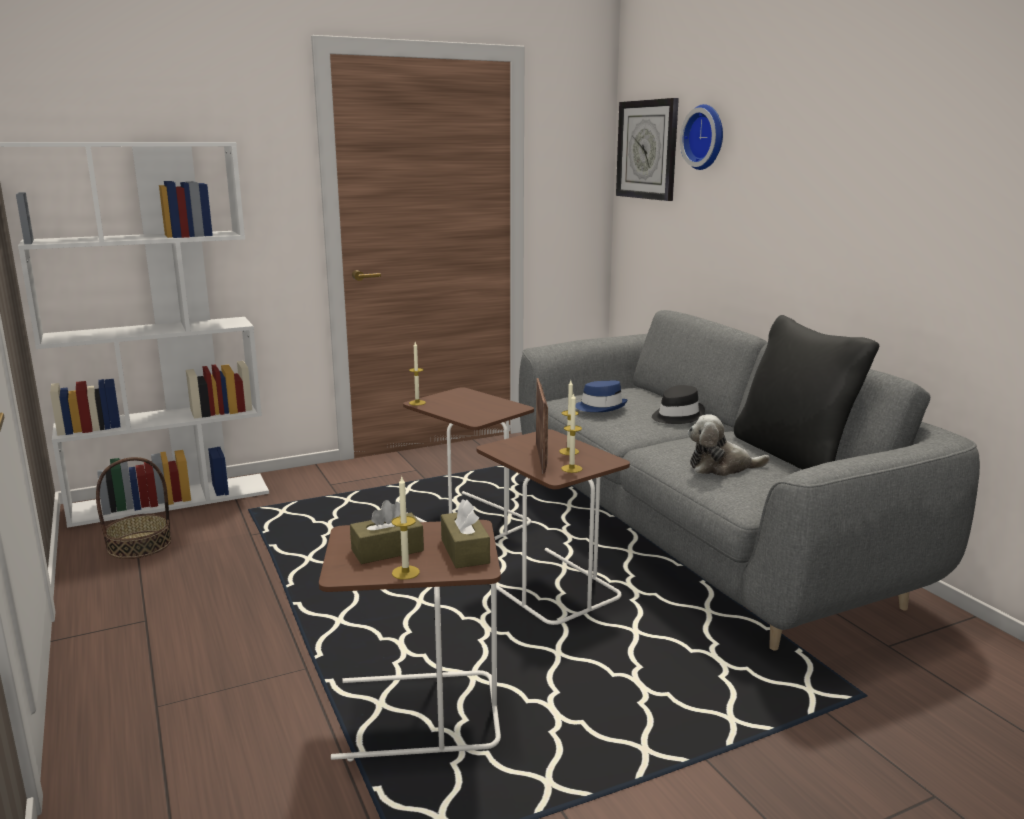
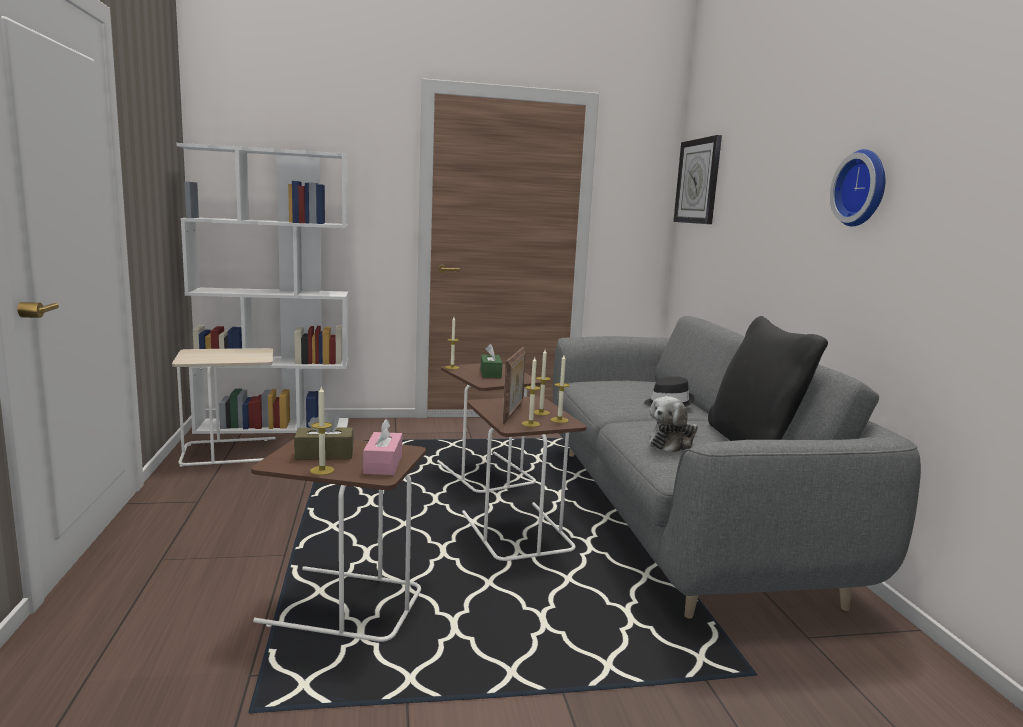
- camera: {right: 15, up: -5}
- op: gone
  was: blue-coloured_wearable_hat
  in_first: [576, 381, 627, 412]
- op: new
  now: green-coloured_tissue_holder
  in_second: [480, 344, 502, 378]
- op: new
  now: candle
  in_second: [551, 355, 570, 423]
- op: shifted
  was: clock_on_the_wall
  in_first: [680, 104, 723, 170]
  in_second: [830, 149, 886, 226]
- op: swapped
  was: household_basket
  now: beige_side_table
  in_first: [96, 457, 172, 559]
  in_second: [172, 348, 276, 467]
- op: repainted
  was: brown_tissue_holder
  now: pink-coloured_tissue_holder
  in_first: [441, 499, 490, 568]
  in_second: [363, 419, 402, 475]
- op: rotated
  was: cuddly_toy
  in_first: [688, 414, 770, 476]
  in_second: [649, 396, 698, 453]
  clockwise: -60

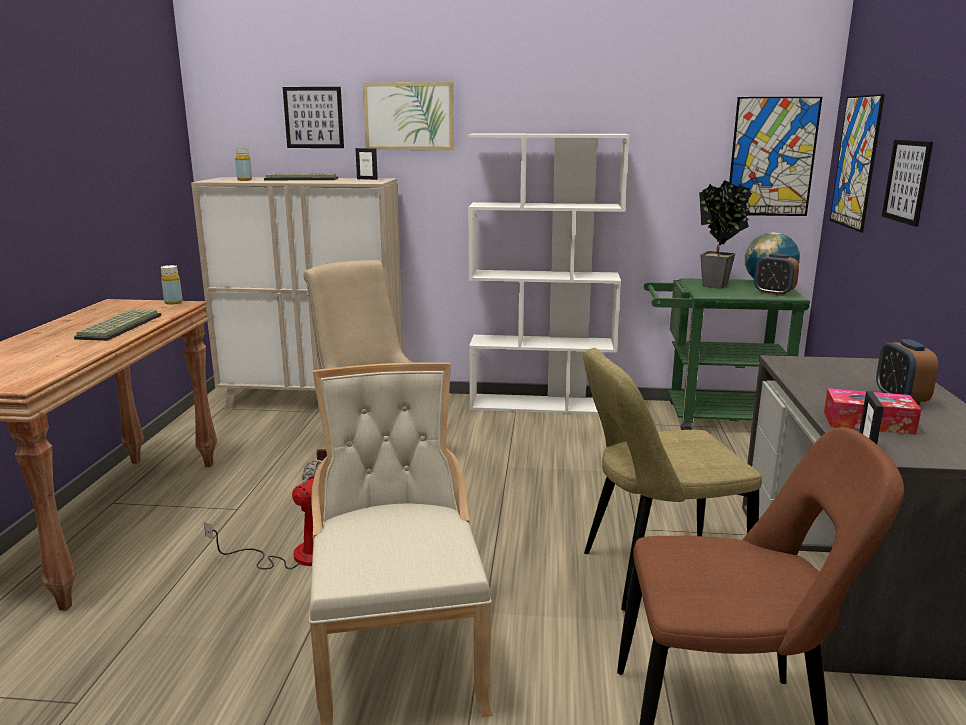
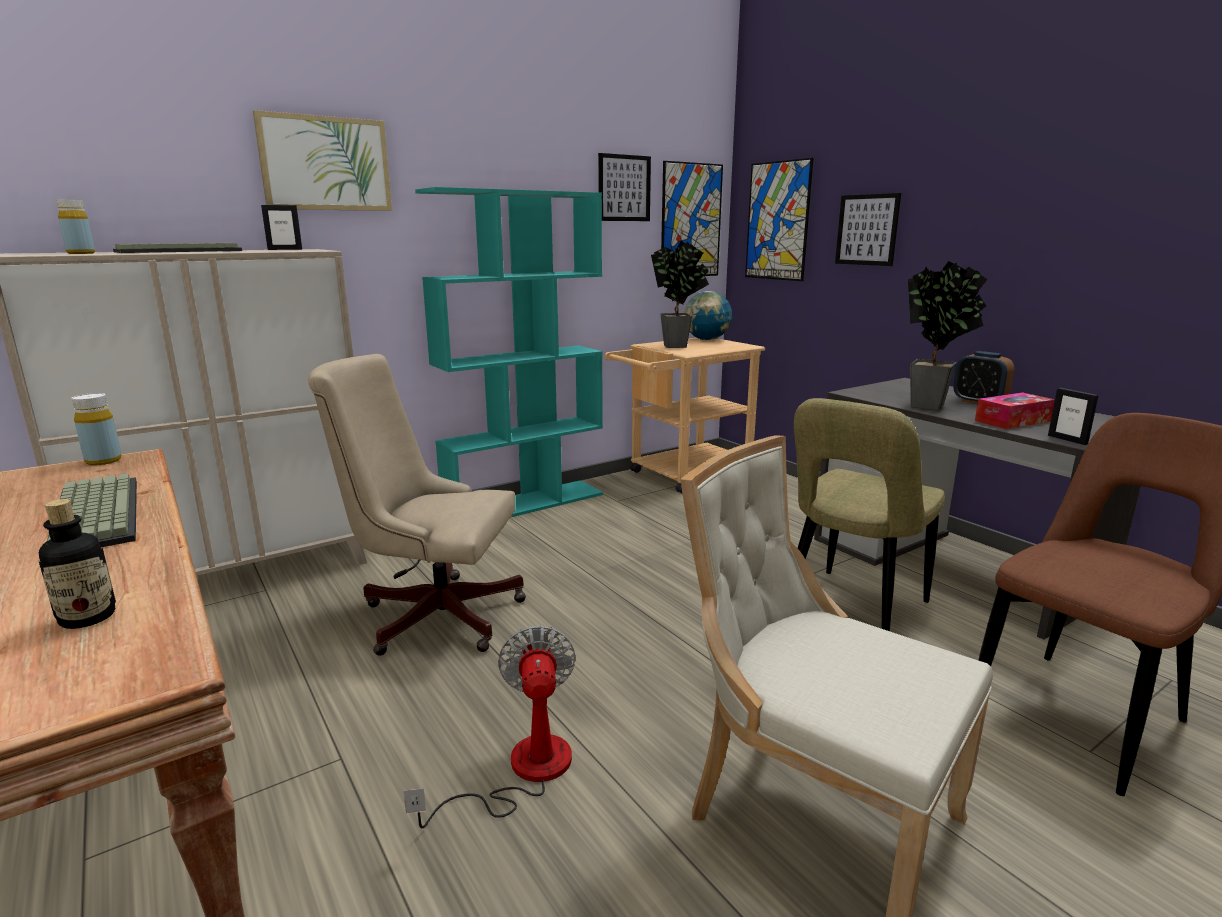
- camera: {right: -40, up: 0}
- op: gone
  was: bedside_clock
  in_first: [754, 253, 799, 296]
- op: new
  now: drink_bottle
  in_second: [39, 499, 116, 629]
- op: new
  now: plant_in_a_pot
  in_second: [908, 261, 988, 410]
- op: shifted
  was: wall_picture
  in_first: [283, 87, 344, 148]
  in_second: [598, 153, 651, 221]
- op: repainted
  was: white_bookcase
  now: blue-green_bookcase
  in_first: [468, 134, 630, 415]
  in_second: [415, 187, 603, 517]
- op: repainted
  was: green-coloured_trolley
  now: beige_trolley
  in_first: [644, 278, 810, 430]
  in_second: [604, 338, 765, 494]

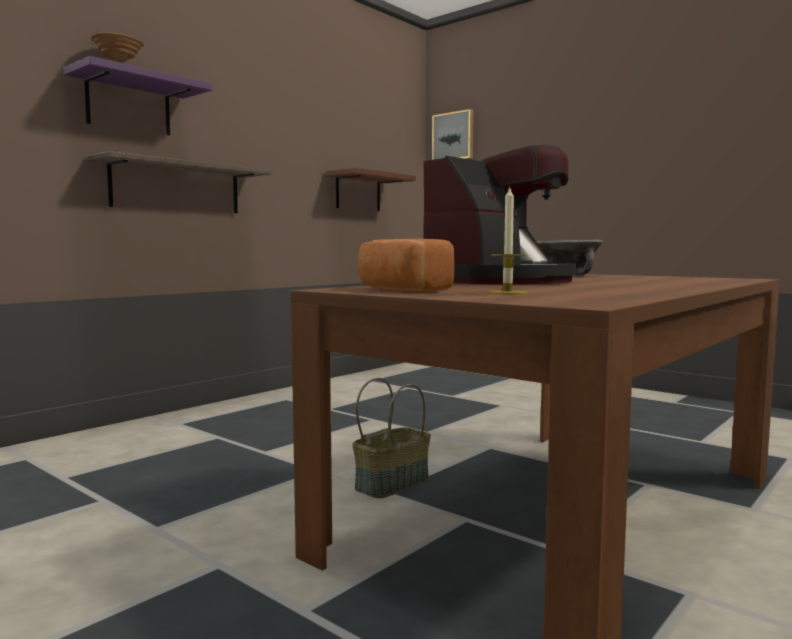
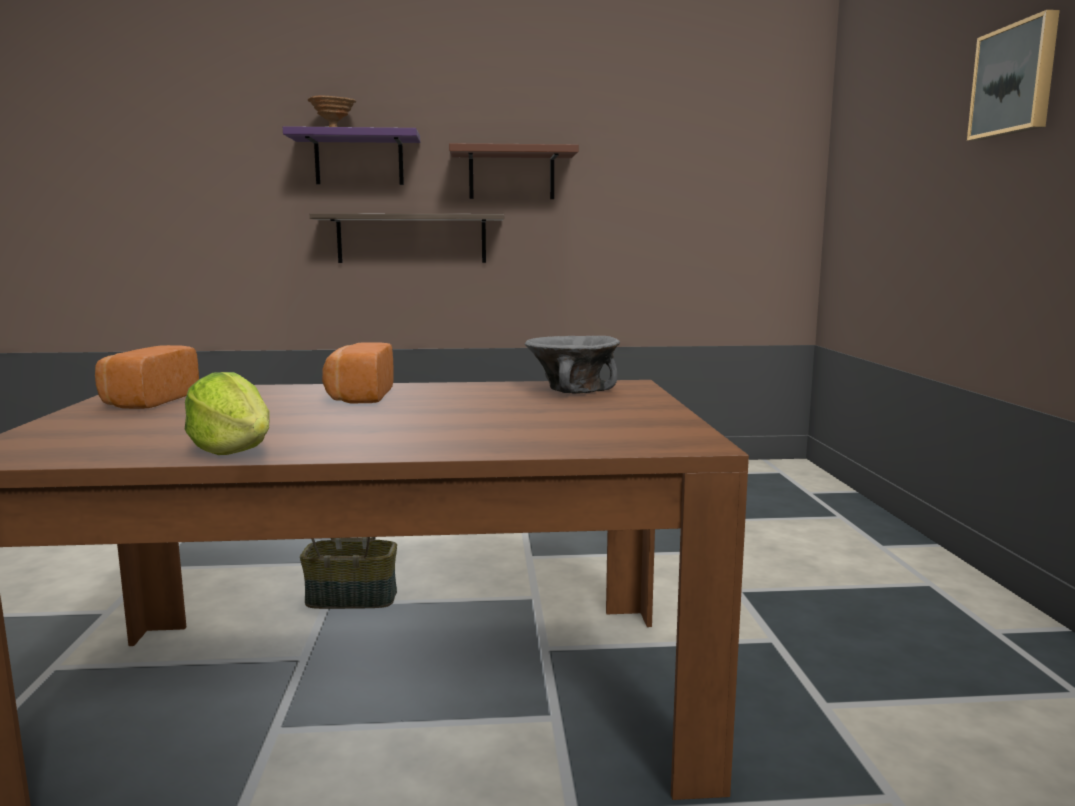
- camera: {right: 45, up: 5}
- op: gone
  was: candle
  in_first: [488, 185, 528, 294]
- op: new
  now: head_of_lettuce
  in_second: [185, 372, 270, 455]
- op: shifted
  was: brown_bracket_shelf
  in_first: [326, 167, 416, 211]
  in_second: [449, 143, 578, 199]
- op: shifted
  was: wall_picture
  in_first: [432, 109, 474, 160]
  in_second: [967, 10, 1060, 141]
- op: swapped
  was: coffee_maker
  now: bread
  in_first: [423, 145, 577, 285]
  in_second: [322, 342, 394, 403]

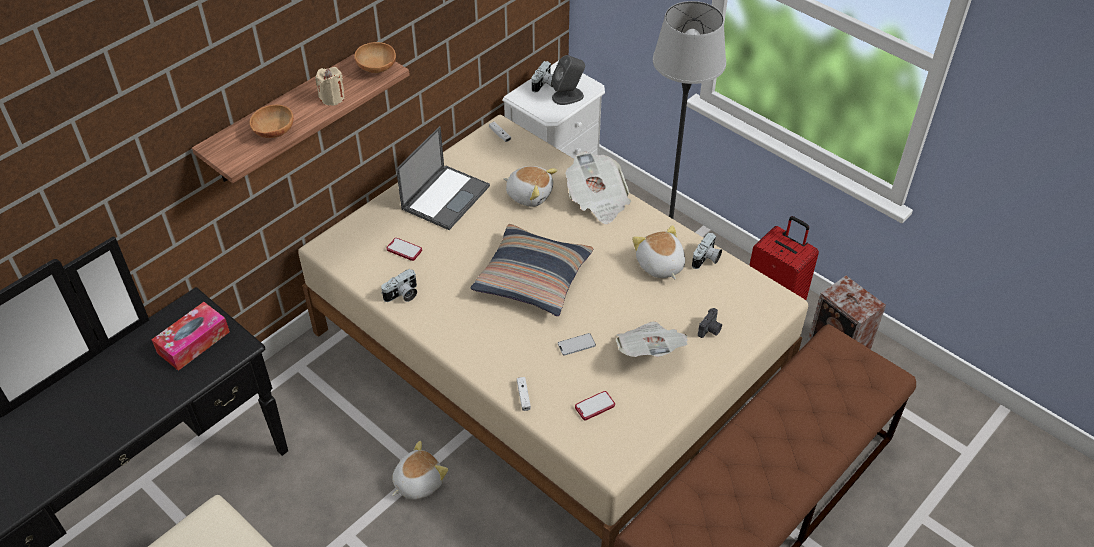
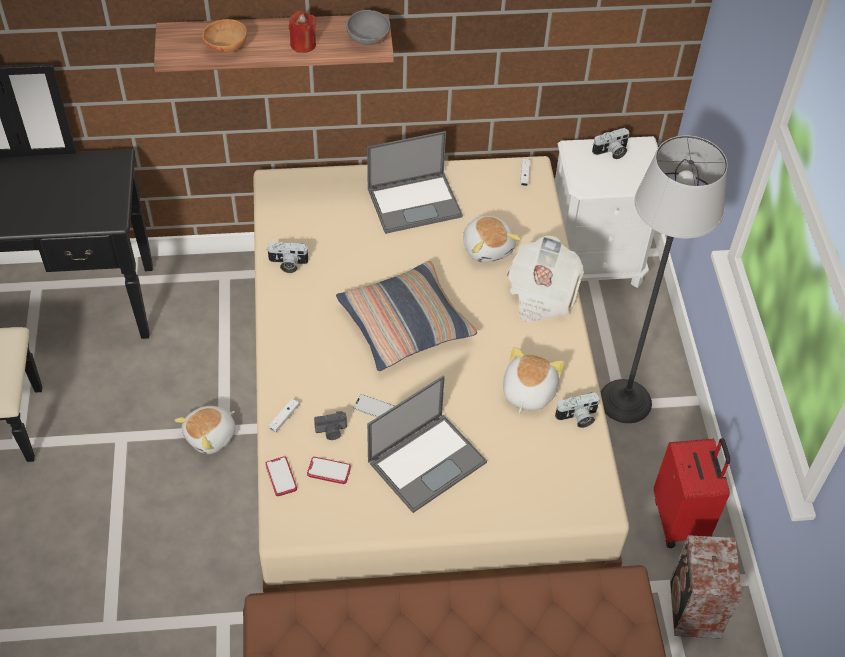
- camera: {right: 40, up: 5}
- op: gone
  was: tissue_holder
  in_first: [151, 302, 230, 371]
- op: gone
  was: greyish_audio_speaker
  in_first: [552, 55, 585, 105]
- op: shifted
  was: phone
  in_first: [387, 238, 422, 261]
  in_second: [265, 456, 297, 496]
- op: shifted
  was: still_camera
  in_first: [698, 308, 722, 338]
  in_second: [314, 411, 347, 440]
- op: swapped
  was: newspaper
  now: notebook_computer
  in_first: [616, 322, 688, 357]
  in_second: [367, 375, 487, 513]
- op: repainted
  was: beige_candle
  now: red-coloured_candle
  in_first: [315, 67, 345, 106]
  in_second: [289, 11, 316, 53]
- op: repainted
  was: brown_deep_dish
  now: greyish_deep_dish
  in_first: [354, 42, 396, 73]
  in_second: [346, 10, 390, 45]
- op: rotated
  was: cuddly_toy
  in_first: [392, 441, 448, 500]
  in_second: [174, 406, 236, 454]
  clockwise: 135

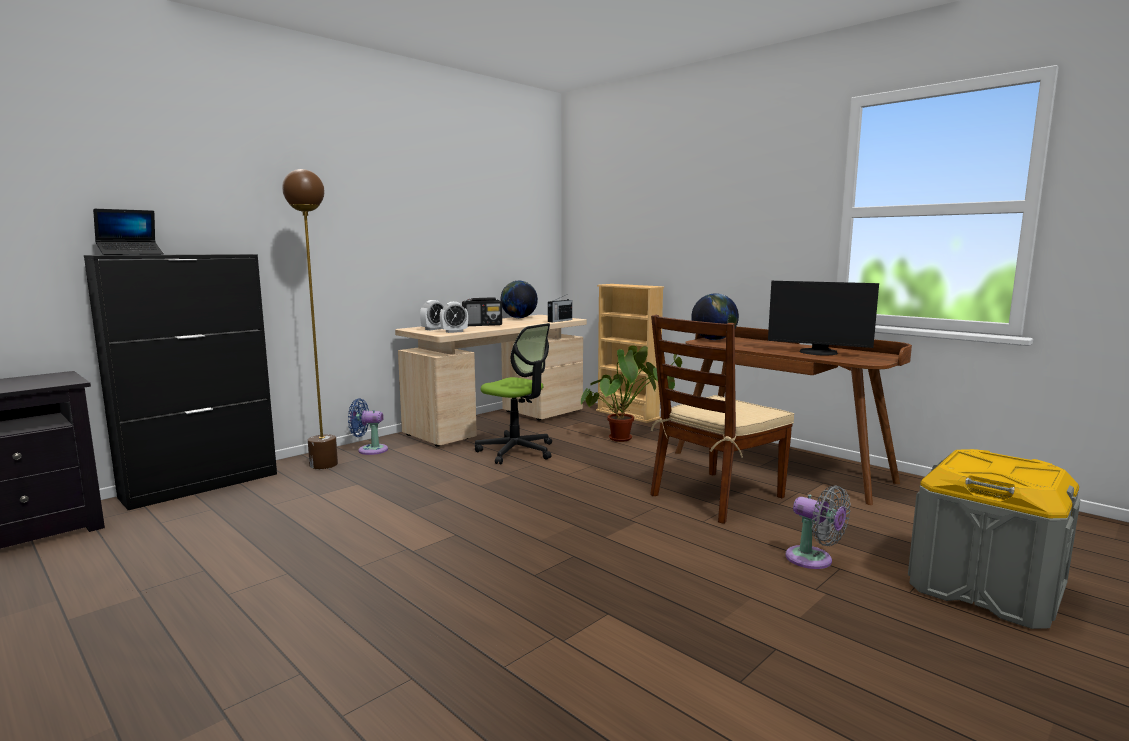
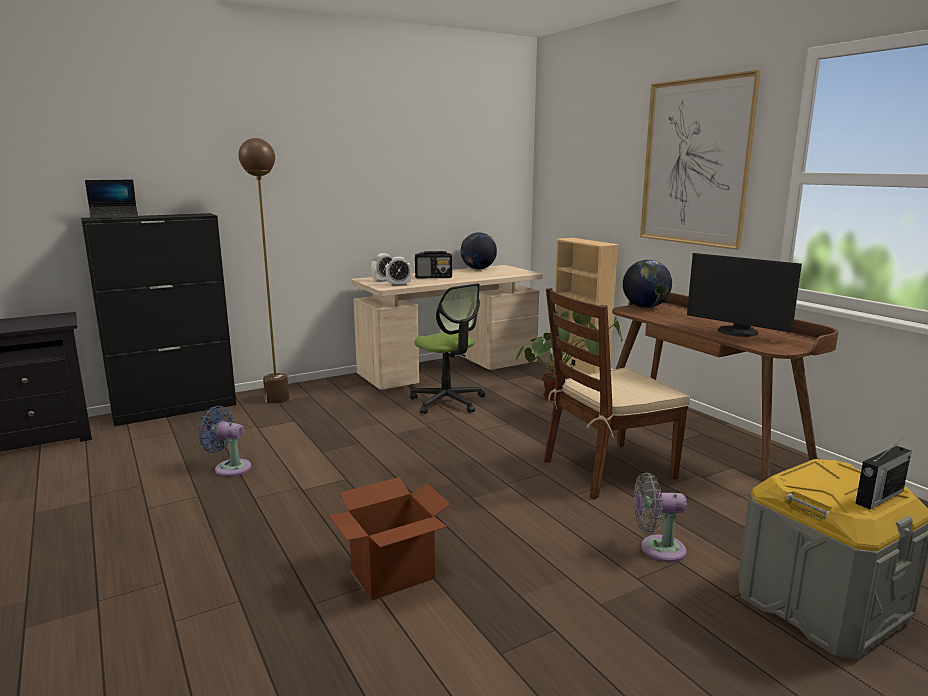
- camera: {right: 15, up: 5}
- op: new
  now: carton
  in_second: [328, 477, 451, 600]
- op: new
  now: wall_picture
  in_second: [640, 70, 761, 250]
- op: shifted
  was: blue-coloured_electric_fan
  in_first: [348, 398, 388, 455]
  in_second: [198, 406, 252, 477]
- op: shifted
  was: radio_set
  in_first: [548, 294, 572, 322]
  in_second: [855, 438, 912, 510]
- op: rotated
  was: greyish_electric_fan
  in_first: [786, 485, 851, 569]
  in_second: [634, 472, 687, 562]
  clockwise: 120

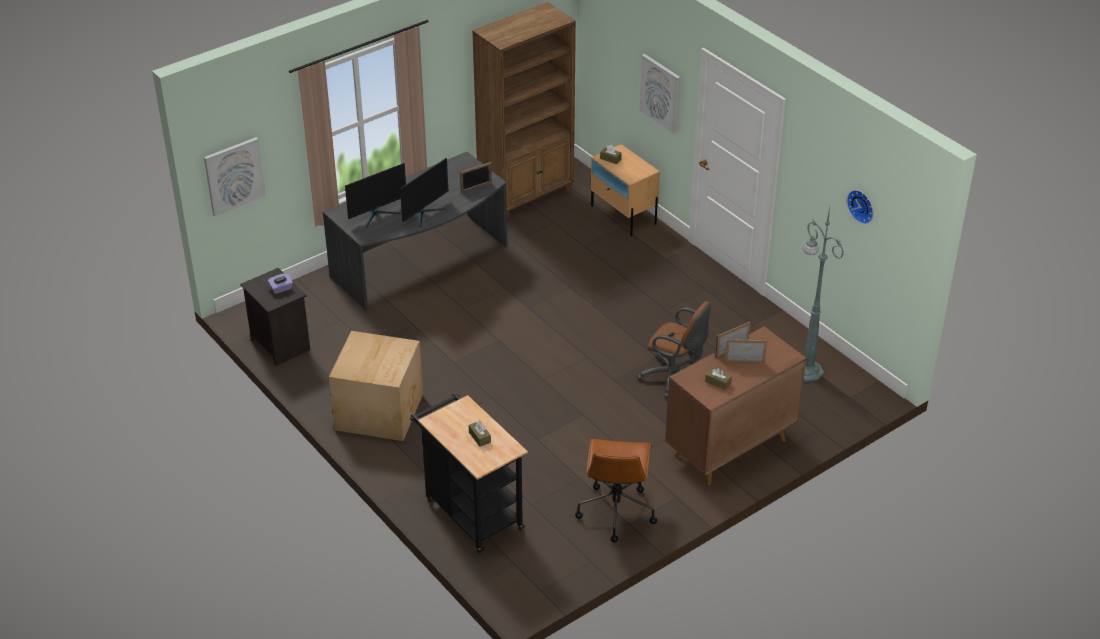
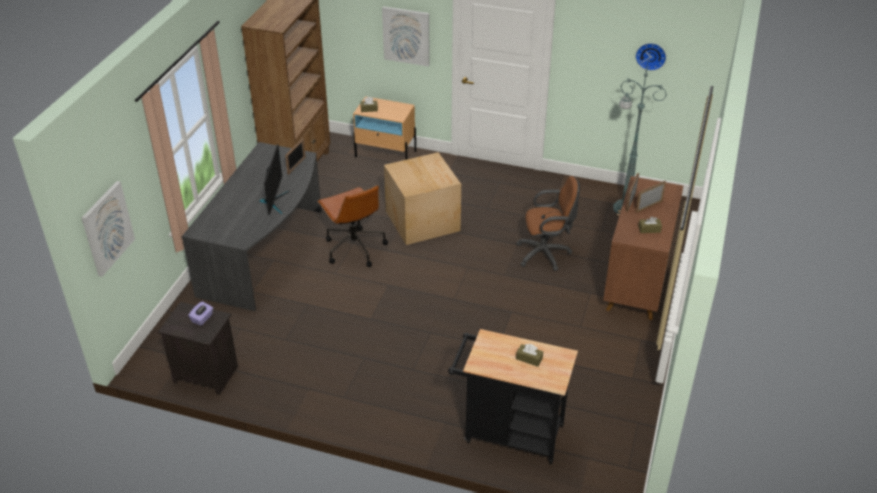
- camera: {right: -35, up: 0}
- op: gone
  was: monitor
  in_first: [345, 163, 406, 227]
- op: shifted
  was: carton
  in_first: [329, 331, 423, 441]
  in_second: [384, 152, 461, 245]
- op: shifted
  was: brown_desk_chair
  in_first: [575, 439, 657, 542]
  in_second: [317, 185, 388, 267]

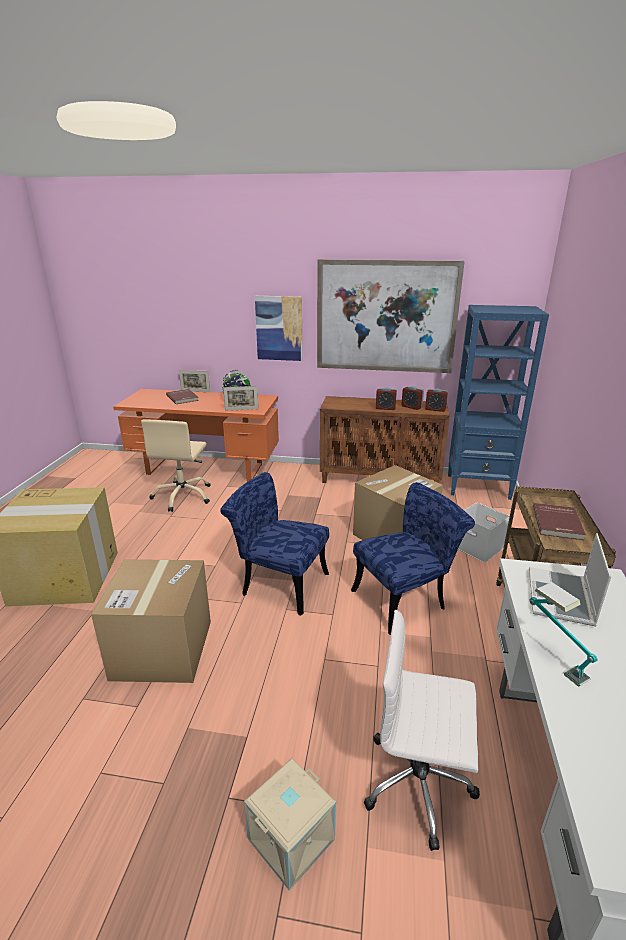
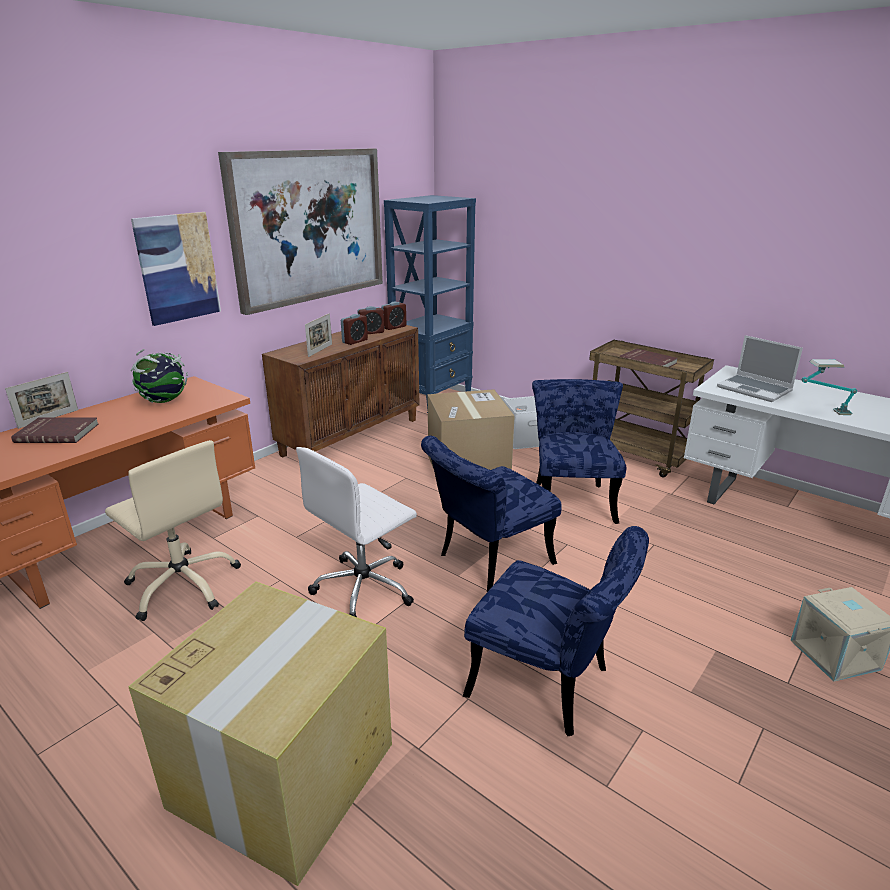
- camera: {right: -60, up: 0}
- op: shifted
  was: standing_frame
  in_first: [223, 386, 258, 411]
  in_second: [305, 313, 332, 357]
- op: shifted
  was: white_desk_chair
  in_first: [364, 610, 480, 851]
  in_second: [296, 447, 417, 617]
- op: swapped
  was: carton
  now: blue-coloured_chair
  in_first: [91, 559, 211, 683]
  in_second: [463, 526, 649, 736]

